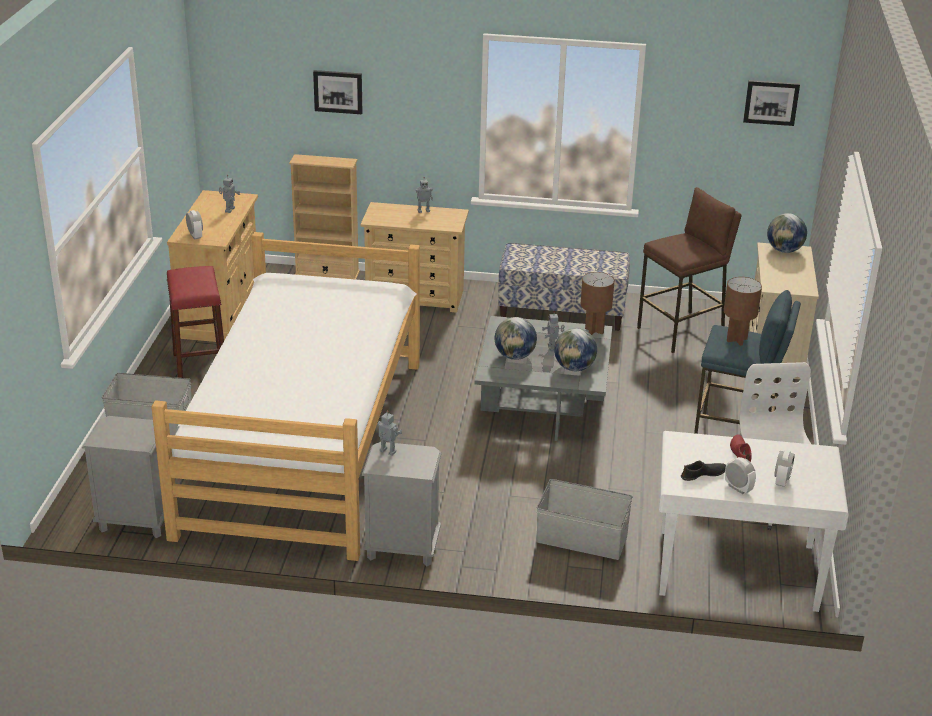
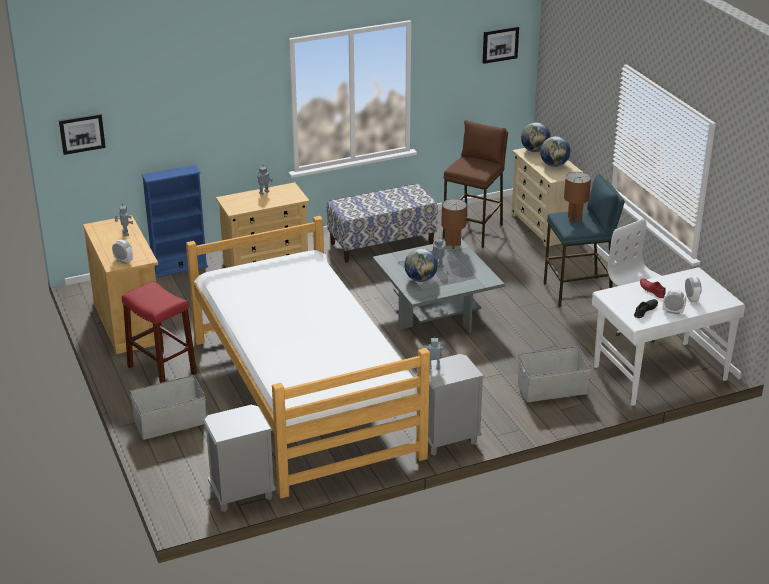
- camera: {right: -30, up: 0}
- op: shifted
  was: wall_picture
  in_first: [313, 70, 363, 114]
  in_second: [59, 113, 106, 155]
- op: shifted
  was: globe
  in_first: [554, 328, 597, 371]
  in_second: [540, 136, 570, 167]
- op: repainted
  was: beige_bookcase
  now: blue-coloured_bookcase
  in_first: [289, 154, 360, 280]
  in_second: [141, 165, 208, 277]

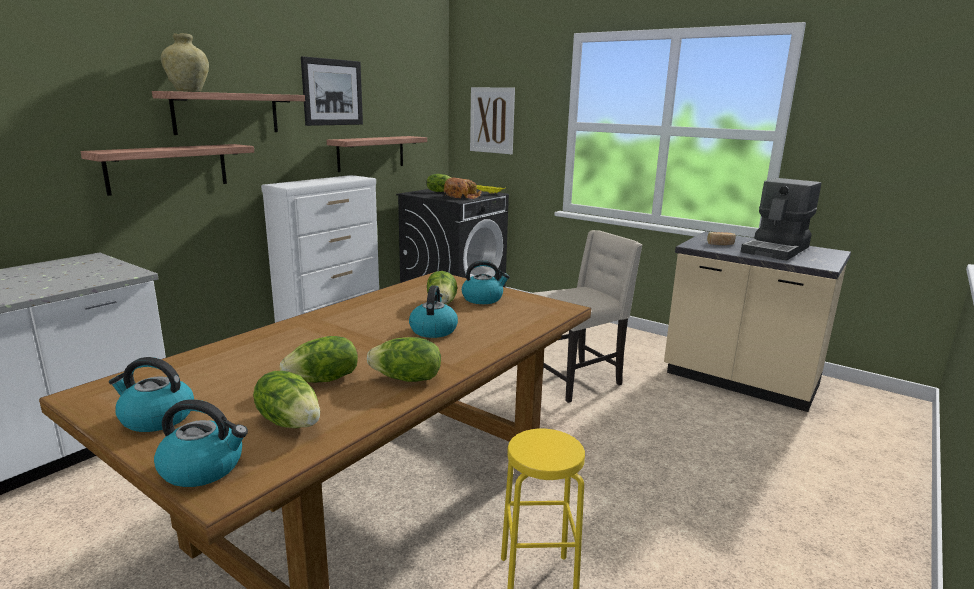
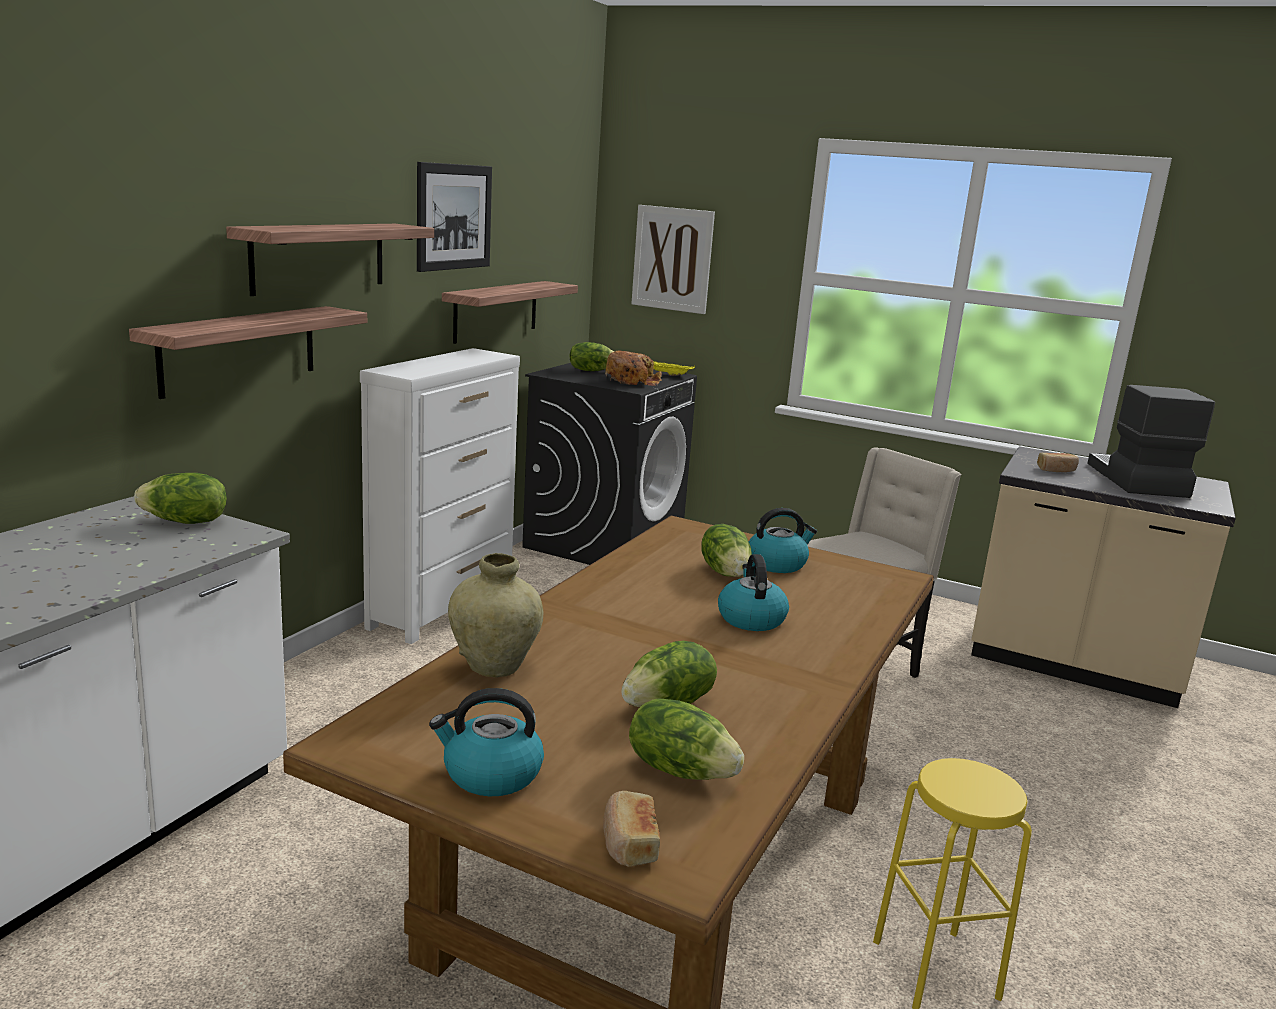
- camera: {right: -10, up: 0}
- op: shifted
  was: beige_vase
  in_first: [161, 33, 209, 92]
  in_second: [448, 553, 543, 678]
- op: shifted
  was: head_of_lettuce
  in_first: [367, 337, 441, 382]
  in_second: [134, 473, 227, 524]
- op: swapped
  was: tea_kettle
  now: bread
  in_first: [154, 399, 248, 487]
  in_second: [603, 791, 660, 867]
- op: rotated
  was: coffee_maker
  in_first: [741, 178, 821, 261]
  in_second: [1087, 385, 1215, 498]
  clockwise: 150

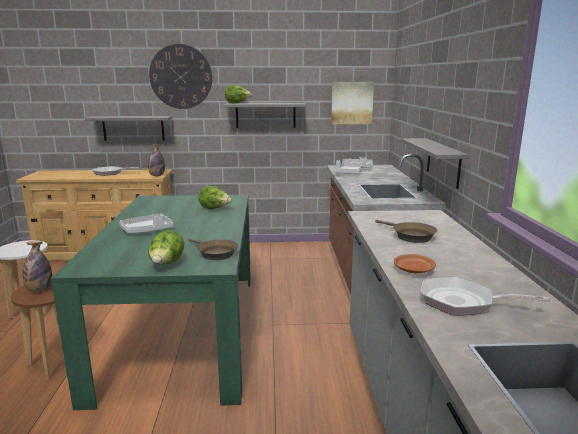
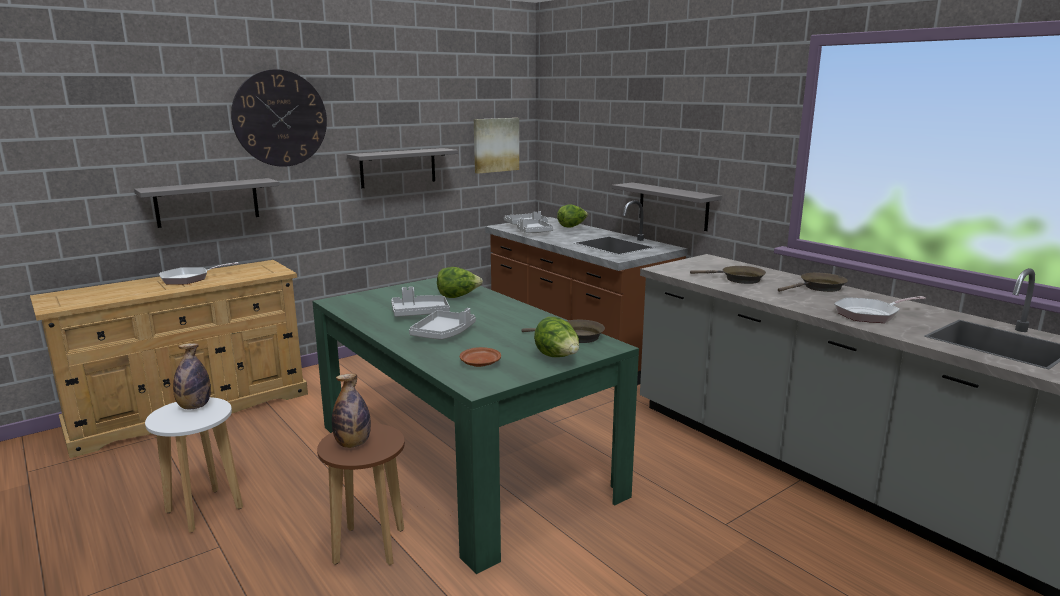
- camera: {right: -35, up: 0}
- op: new
  now: greyish_carrying_tray
  in_second: [391, 287, 450, 317]
- op: new
  now: brown_frying_pan
  in_second: [778, 273, 848, 292]
- op: shifted
  was: drink_bottle
  in_first: [148, 144, 165, 176]
  in_second: [173, 343, 211, 409]
- op: shifted
  was: head_of_lettuce
  in_first: [225, 85, 252, 103]
  in_second: [557, 205, 588, 227]
- op: shifted
  was: brown_dinner_plate
  in_first: [394, 254, 436, 273]
  in_second: [460, 347, 501, 367]

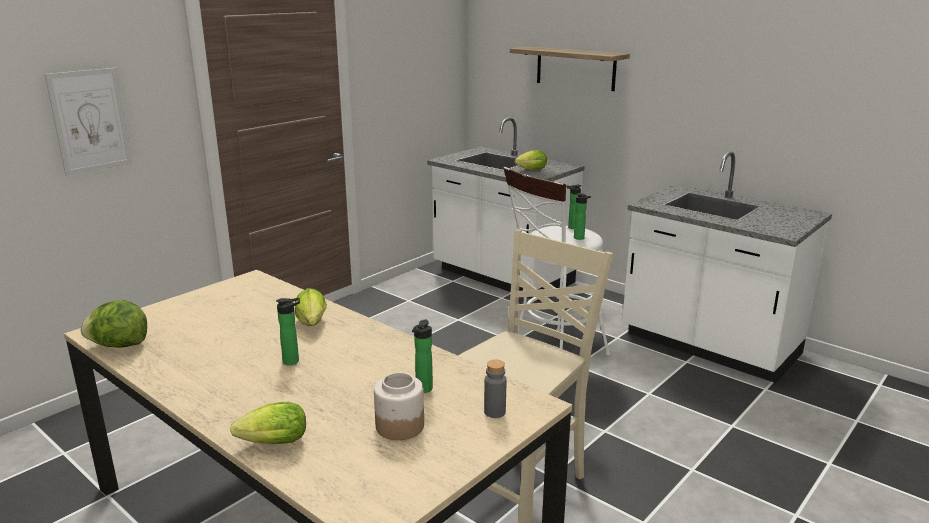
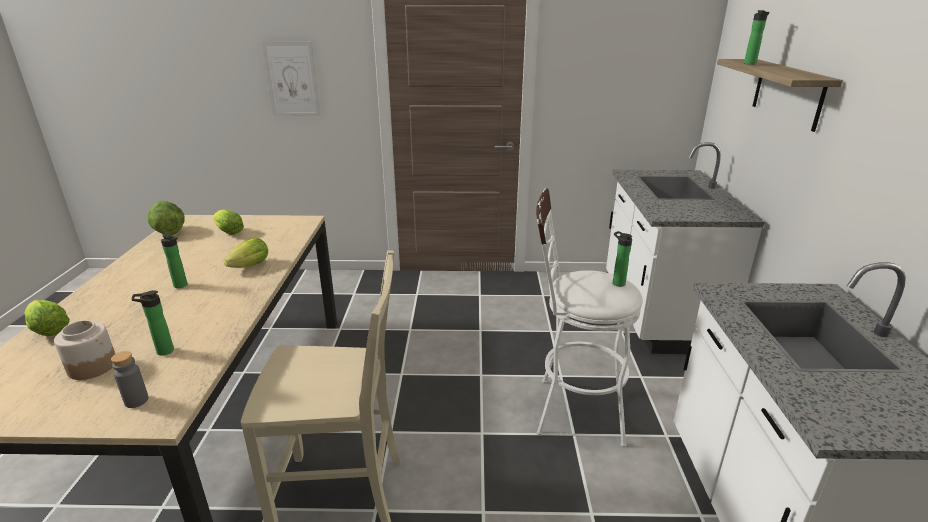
- camera: {right: 50, up: 5}
- op: shifted
  was: head_of_lettuce
  in_first: [515, 150, 547, 170]
  in_second: [213, 209, 244, 235]
- op: shifted
  was: drink_bottle
  in_first: [574, 193, 591, 240]
  in_second: [744, 10, 769, 65]

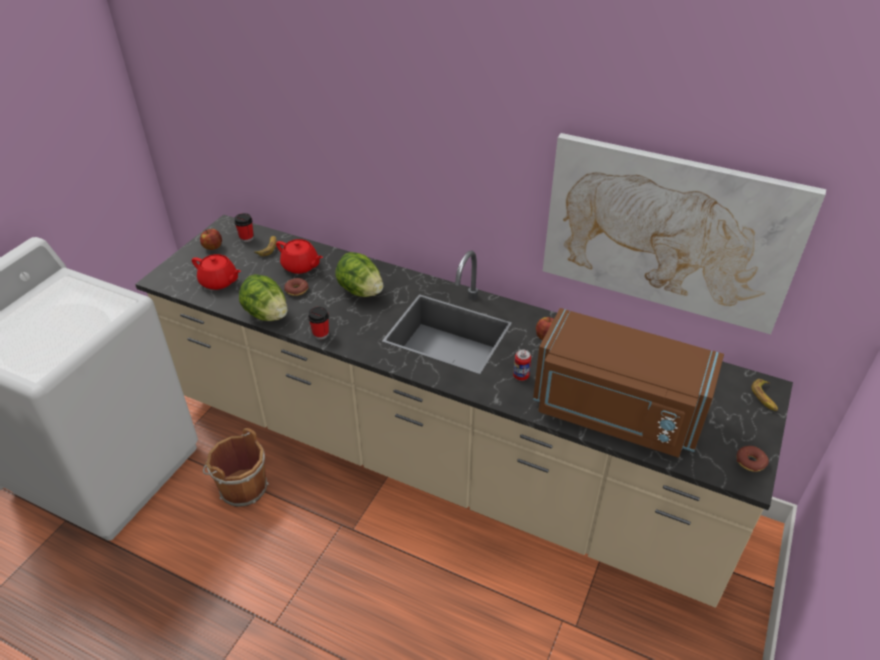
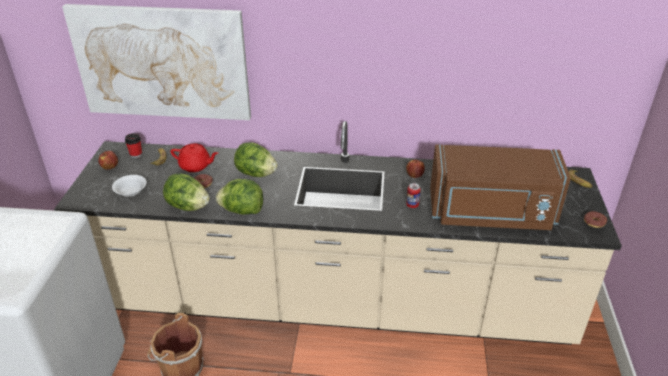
- camera: {right: -20, up: -5}
- op: shifted
  was: wall_picture
  in_first: [543, 133, 826, 334]
  in_second: [62, 4, 251, 120]
- op: swapped
  was: red-coloured_pot_for_tea
  now: white_deep_dish
  in_first: [192, 254, 241, 290]
  in_second: [112, 175, 147, 197]
- op: swapped
  was: small_cup
  now: head_of_lettuce
  in_first: [308, 307, 329, 340]
  in_second: [216, 179, 263, 214]

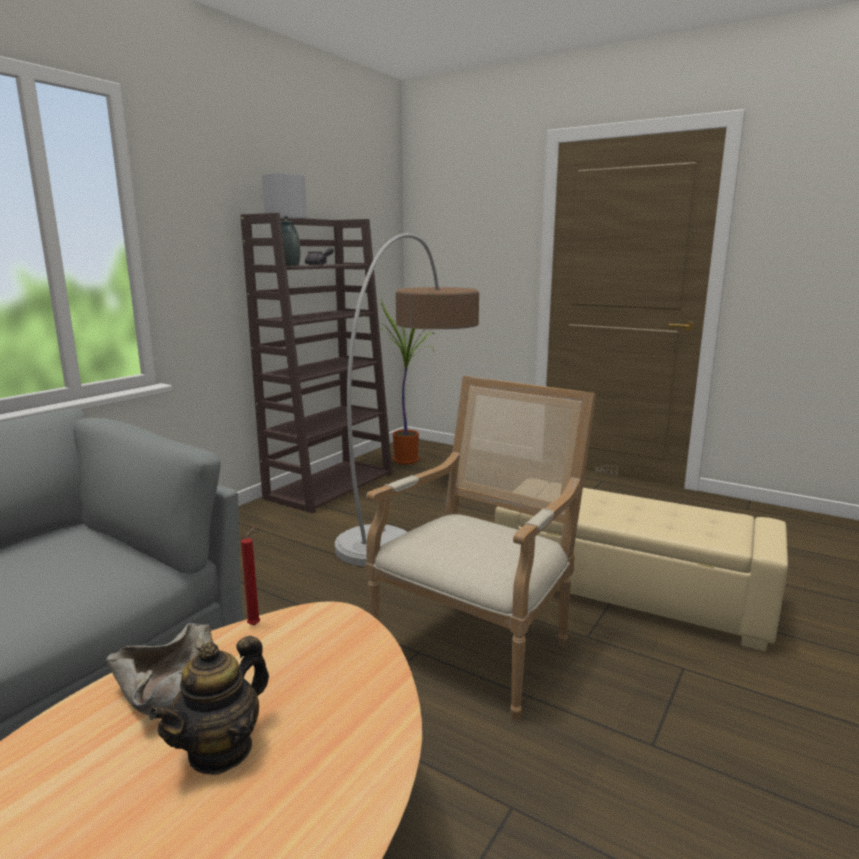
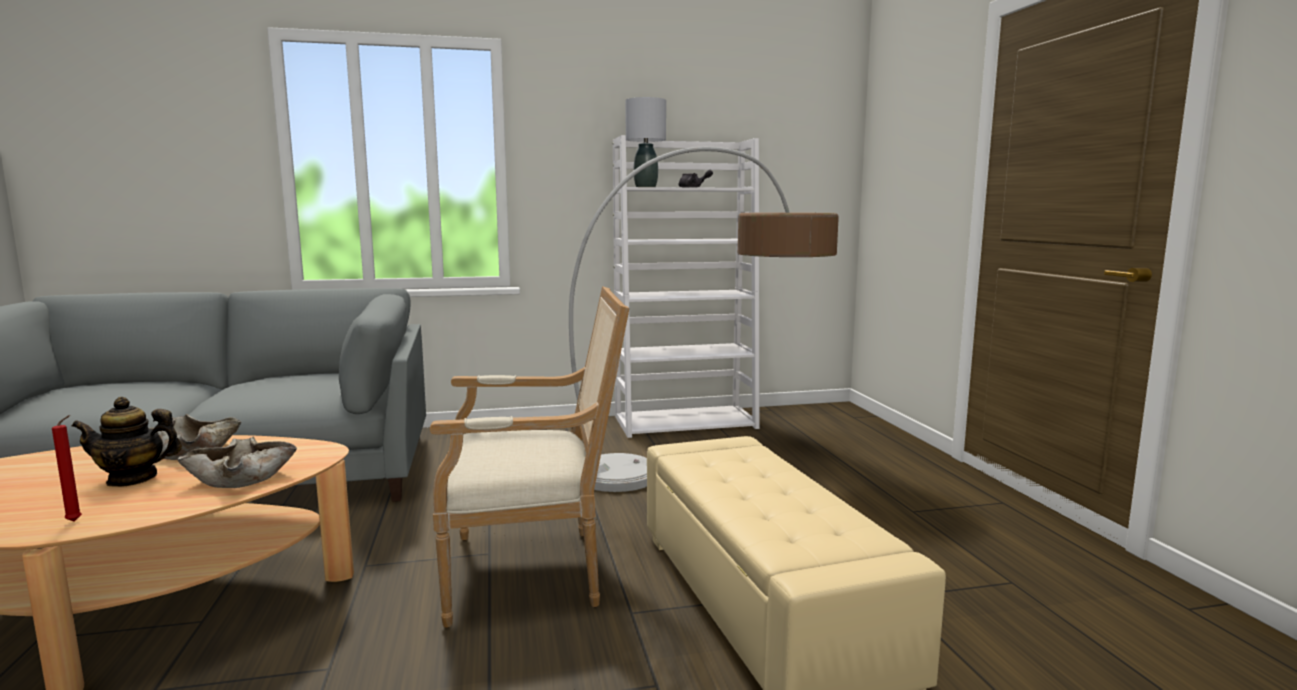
- camera: {right: 45, up: -5}
- op: gone
  was: plant_in_a_pot
  in_first: [379, 299, 434, 465]
- op: new
  now: beige_deep_dish
  in_second: [177, 436, 297, 488]
- op: shifted
  was: red-coloured_candle
  in_first: [241, 527, 260, 626]
  in_second: [52, 415, 82, 521]
- op: repainted
  was: brown_bookcase
  now: white_bookcase
  in_first: [240, 213, 392, 514]
  in_second: [613, 135, 760, 438]

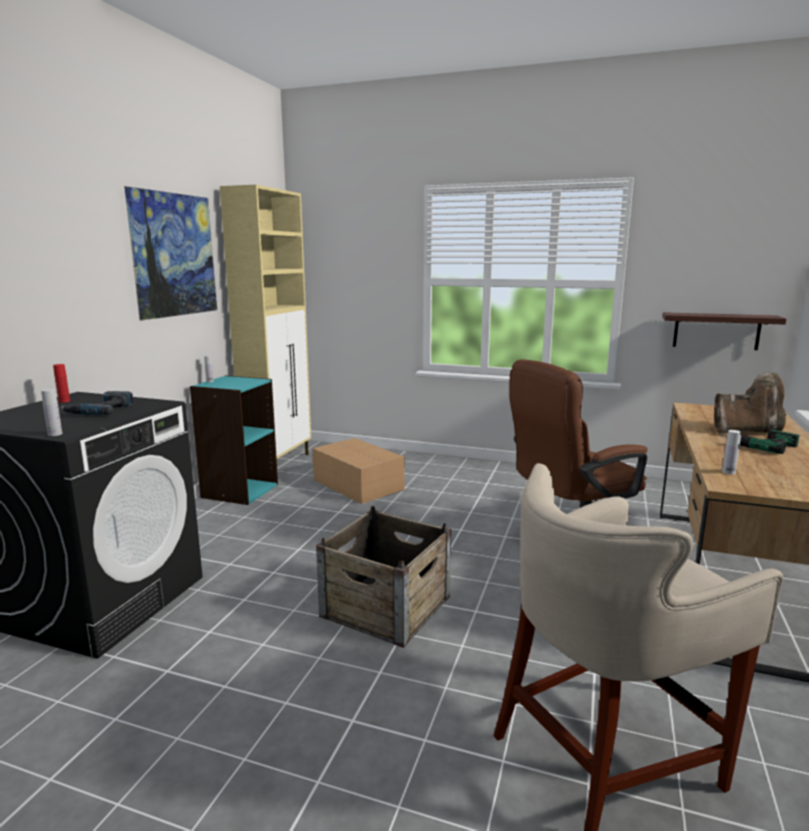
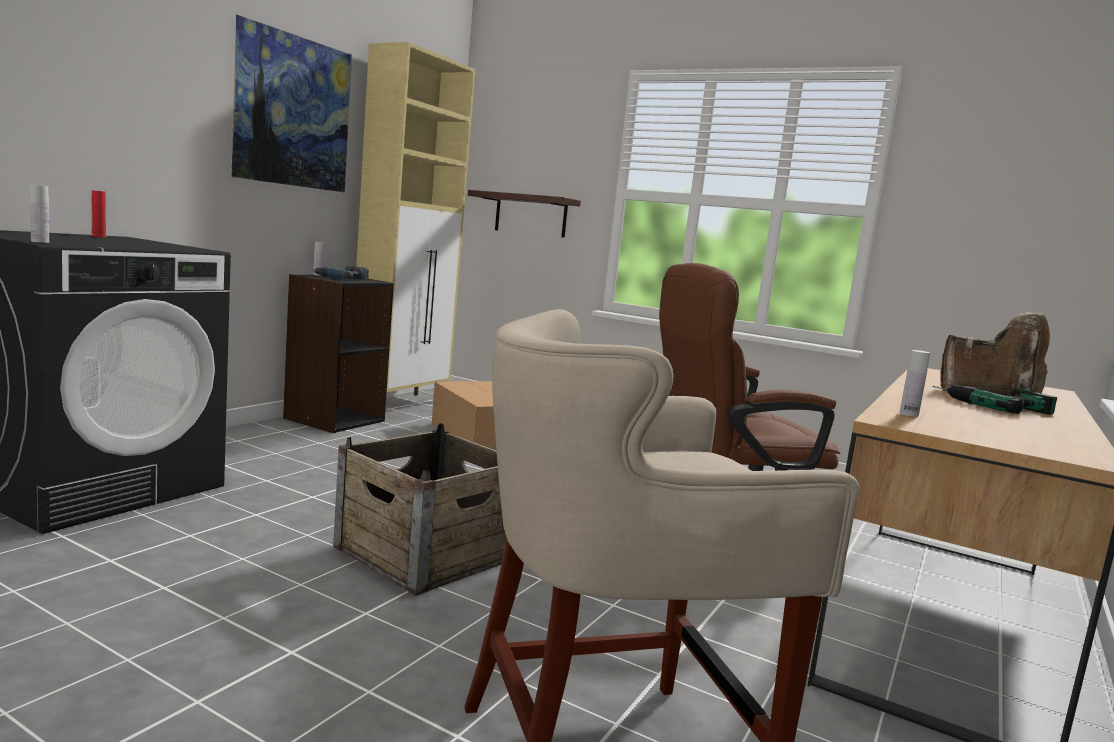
- camera: {right: 10, up: -5}
- op: shifted
  was: power_drill
  in_first: [60, 391, 134, 415]
  in_second: [312, 266, 369, 280]
- op: shifted
  was: bracket_shelf
  in_first: [662, 312, 786, 350]
  in_second: [468, 190, 581, 238]
- op: repainted
  was: blue-green_bookcase
  now: blackish_bookcase
  in_first: [190, 375, 278, 505]
  in_second: [283, 274, 394, 433]

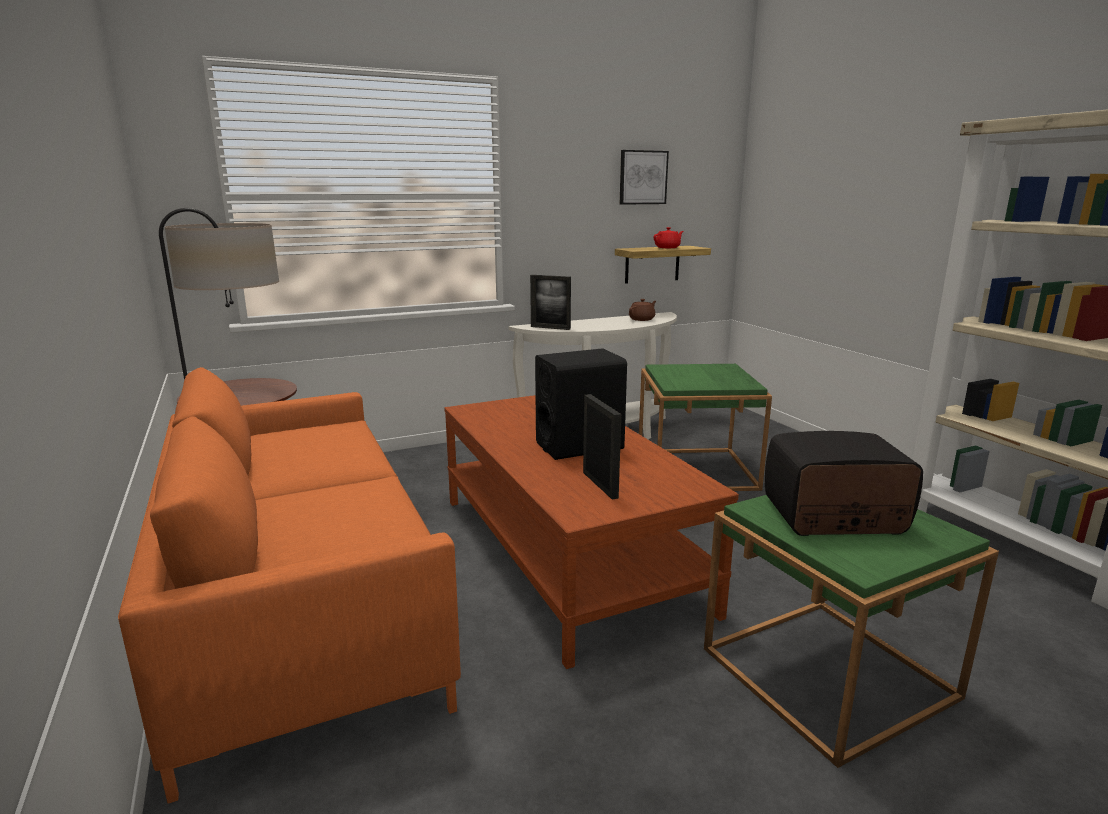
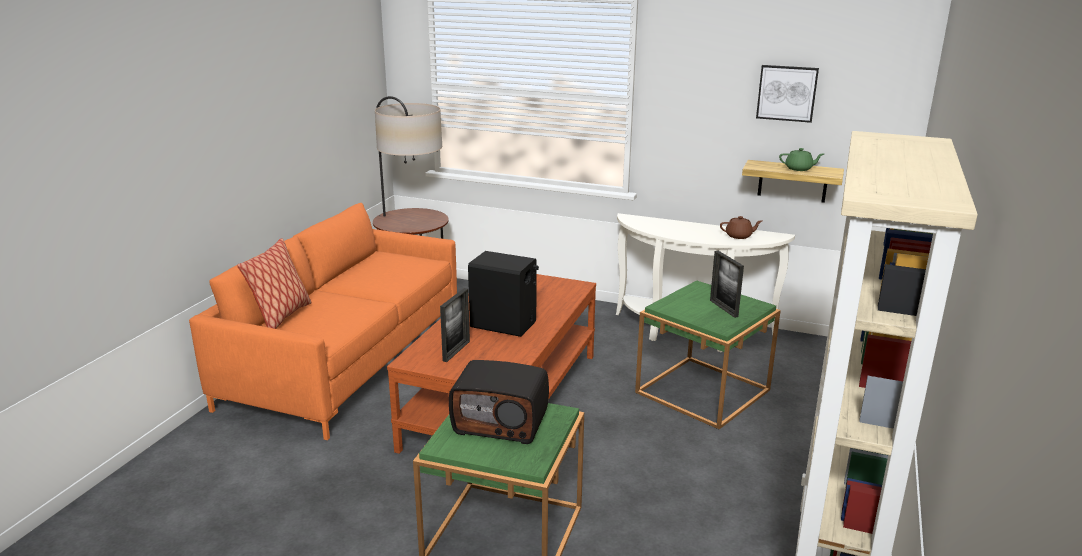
- camera: {right: 45, up: 5}
- op: new
  now: throw_pillow
  in_second: [237, 238, 312, 329]
- op: shifted
  was: standing_frame
  in_first: [530, 275, 571, 330]
  in_second: [710, 251, 744, 318]
- op: repainted
  was: red-coloured_pot_for_tea
  now: green-coloured_pot_for_tea
  in_first: [653, 227, 684, 248]
  in_second: [779, 148, 824, 171]
- op: rotated
  was: radio_set
  in_first: [765, 431, 923, 536]
  in_second: [449, 360, 549, 444]
  clockwise: 150

